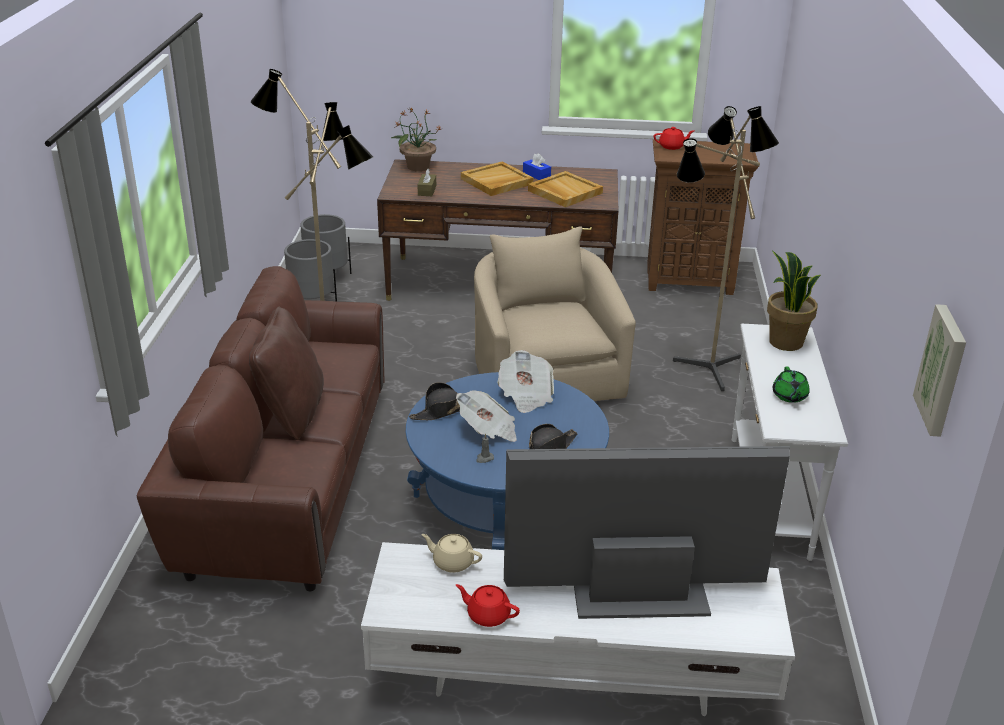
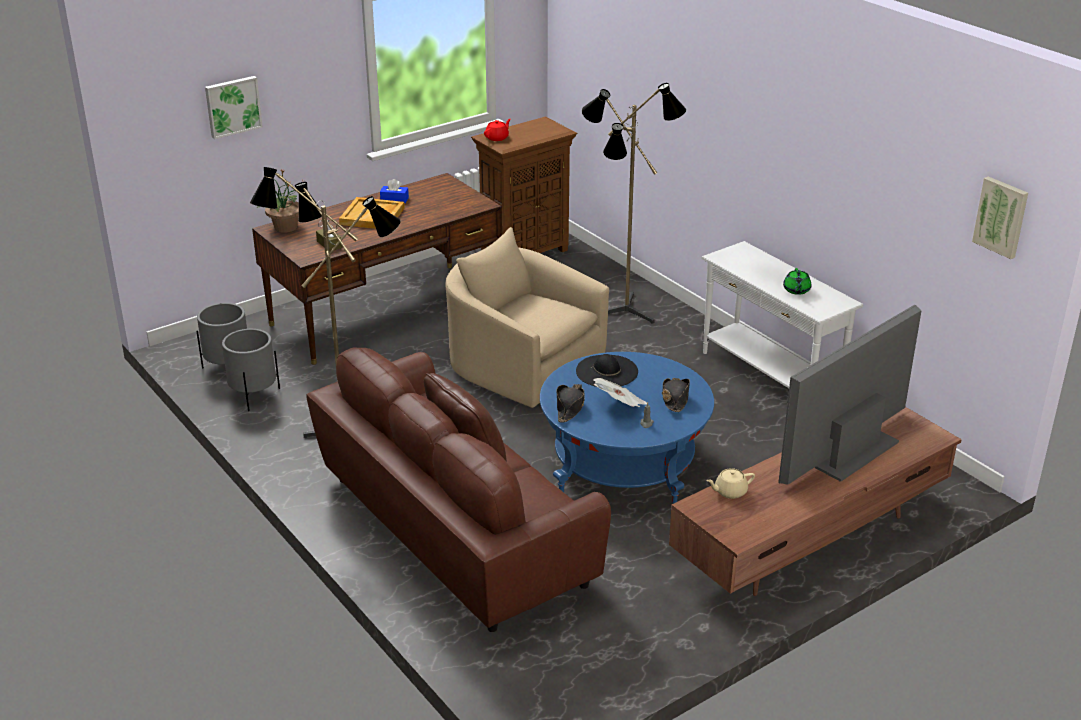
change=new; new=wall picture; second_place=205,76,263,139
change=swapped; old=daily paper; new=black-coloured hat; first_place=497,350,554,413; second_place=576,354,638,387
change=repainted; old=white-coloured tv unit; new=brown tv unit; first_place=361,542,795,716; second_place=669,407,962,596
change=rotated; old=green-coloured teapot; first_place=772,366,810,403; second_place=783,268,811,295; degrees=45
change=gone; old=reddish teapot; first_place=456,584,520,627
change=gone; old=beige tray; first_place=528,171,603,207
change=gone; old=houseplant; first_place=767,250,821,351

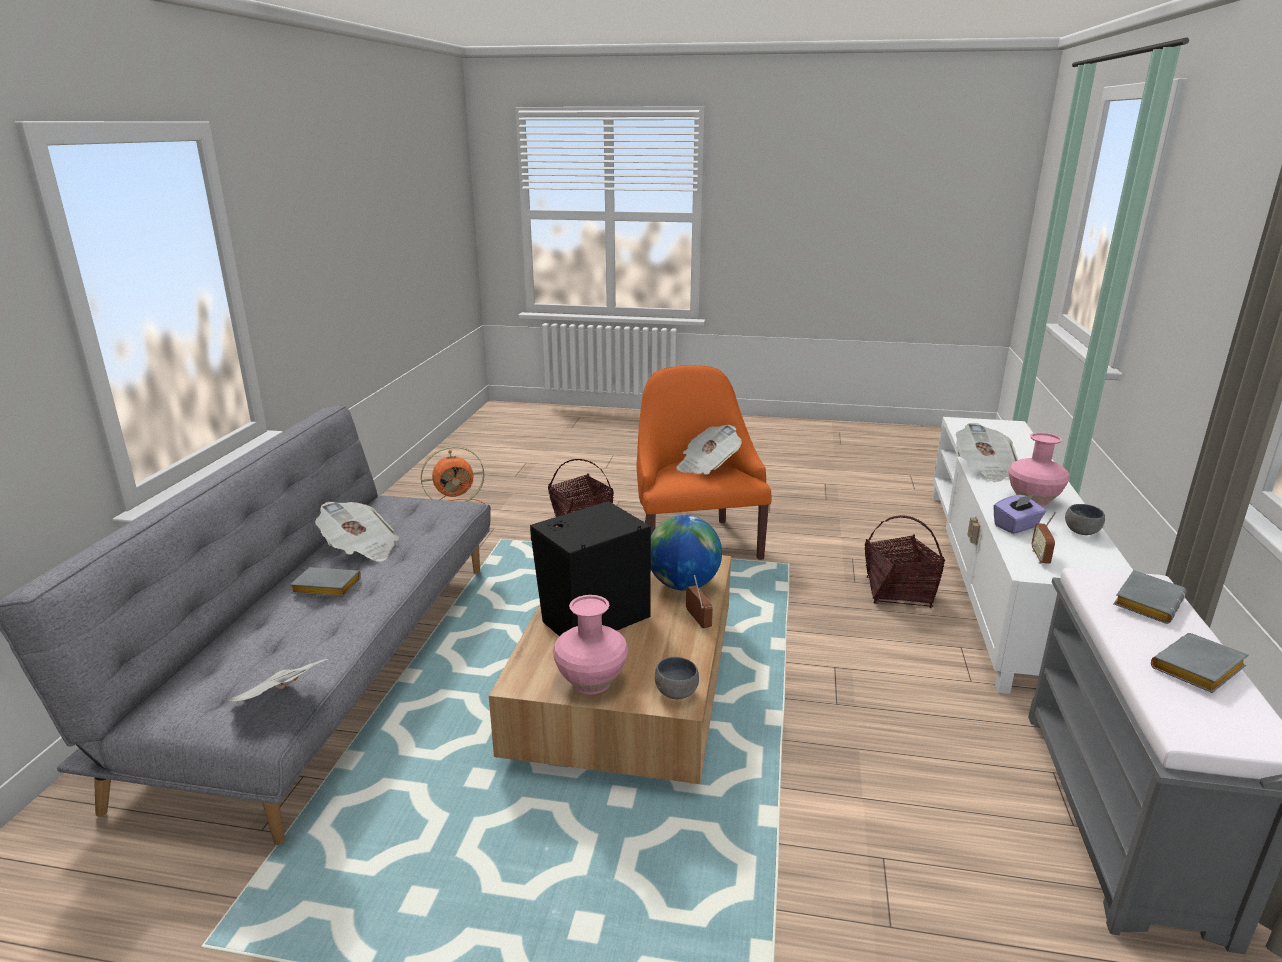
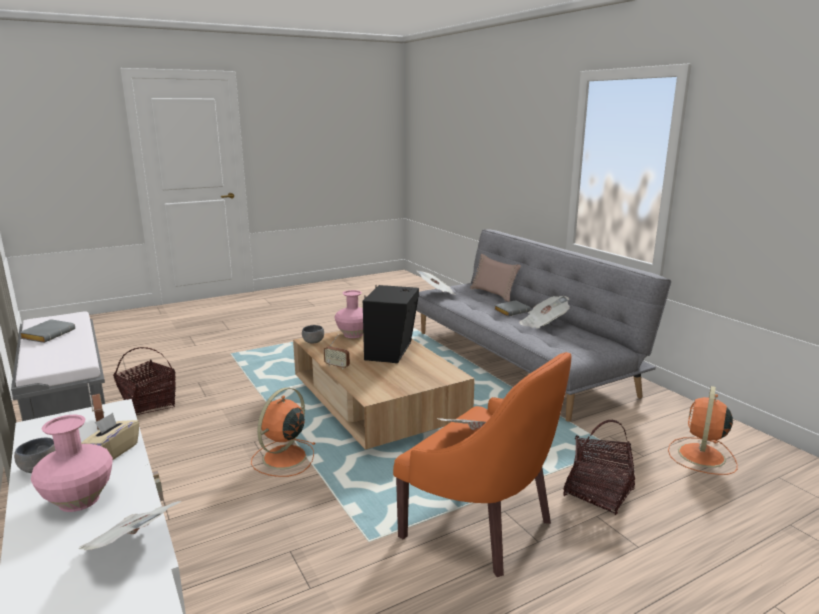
change=repainted; old=purplish box of tissues; new=beige box of tissues; first_place=994,494,1046,534; second_place=81,413,139,460
change=shifted; old=storage basket; first_place=865,515,945,608; second_place=113,347,176,415
change=new; new=orange electric fan; second_place=251,387,315,477
change=new; new=beige pillow; second_place=470,254,521,302
change=gone; old=desk globe; first_place=651,515,722,591
change=gone; old=grey volume; first_place=1113,570,1187,624

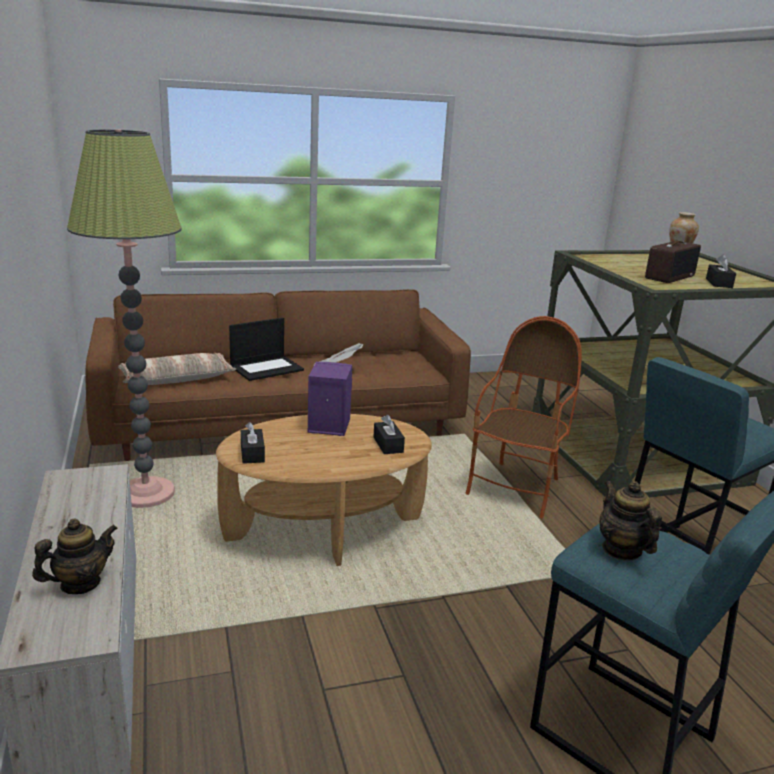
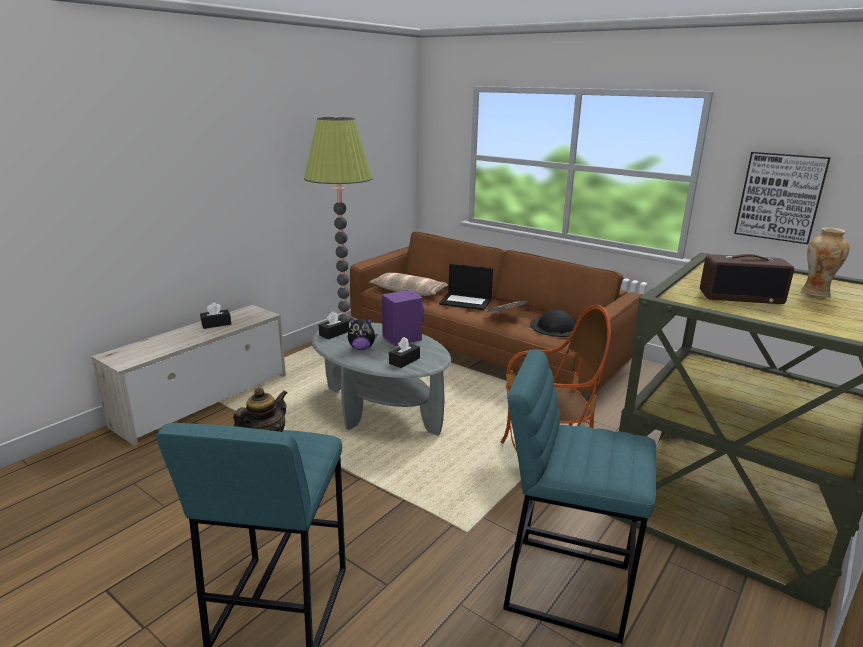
change=shifted; old=black-coloured box of tissues; first_place=706,254,736,288; second_place=200,302,231,329
change=repainted; old=brown lounge table; new=grey lounge table; first_place=216,414,432,566; second_place=312,322,451,436
change=new; new=soft toy; second_place=348,318,377,350
change=new; new=black-coloured hat; second_place=530,309,577,337
change=new; new=wall picture; second_place=734,151,831,244
change=gone; old=teapot; first_place=32,519,118,594

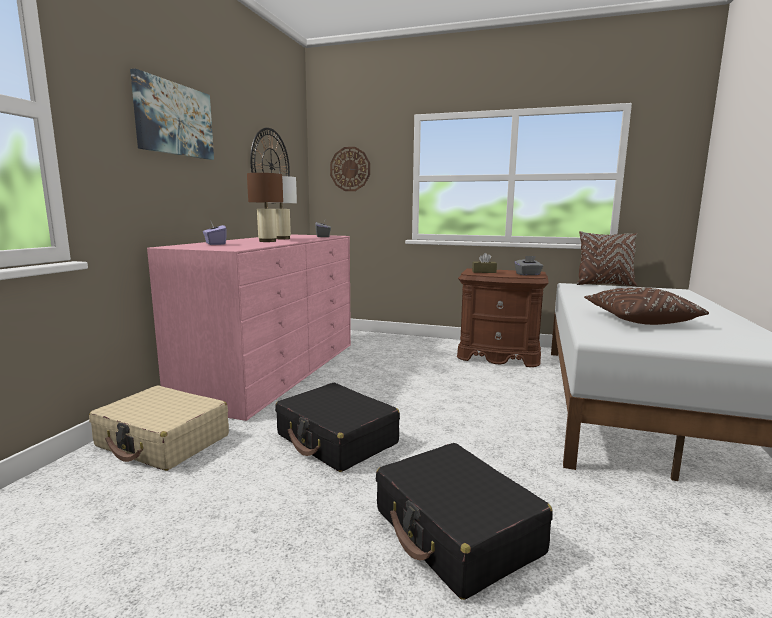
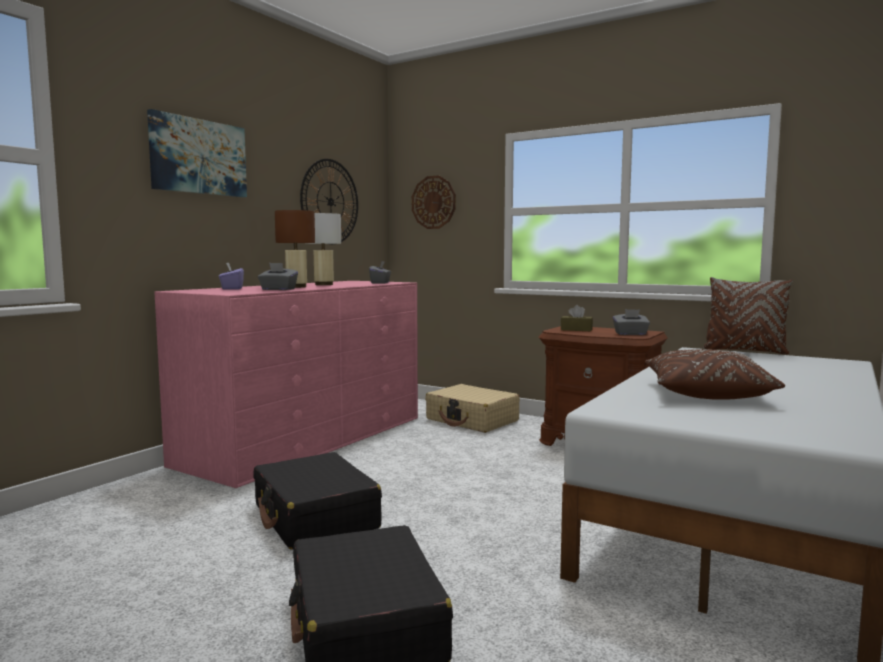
change=new; new=grey box of tissues; second_place=258,263,298,290
change=shifted; old=beige suitcase; first_place=89,385,229,471; second_place=425,384,520,433

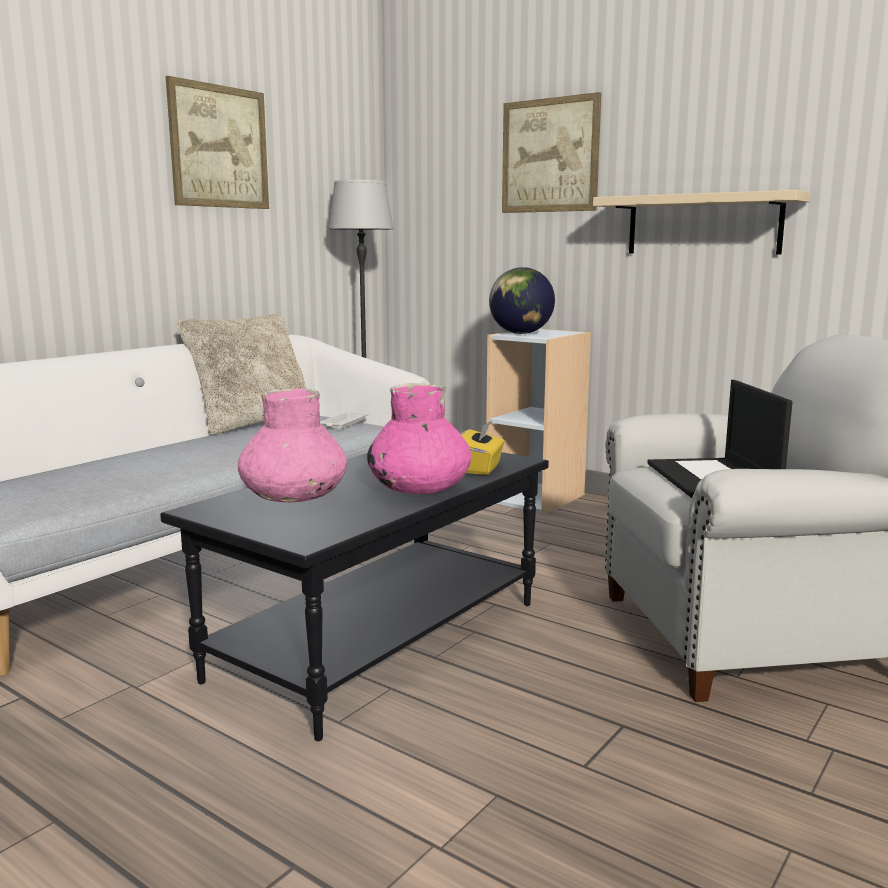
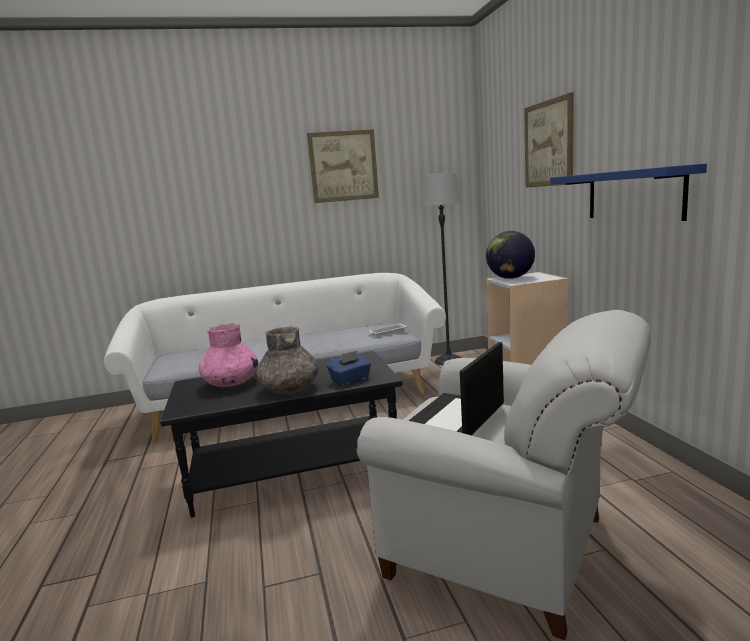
change=repainted; old=pinkish flower vase; new=grey flower vase; first_place=367,383,471,494; second_place=257,325,318,394
change=repainted; old=yellow box of tissues; new=blue box of tissues; first_place=461,421,505,475; second_place=326,351,371,386
change=repainted; old=beige wall shelf; new=blue wall shelf; first_place=593,190,811,254; second_place=550,164,707,221
change=gone; old=beige pillow; first_place=176,314,307,435

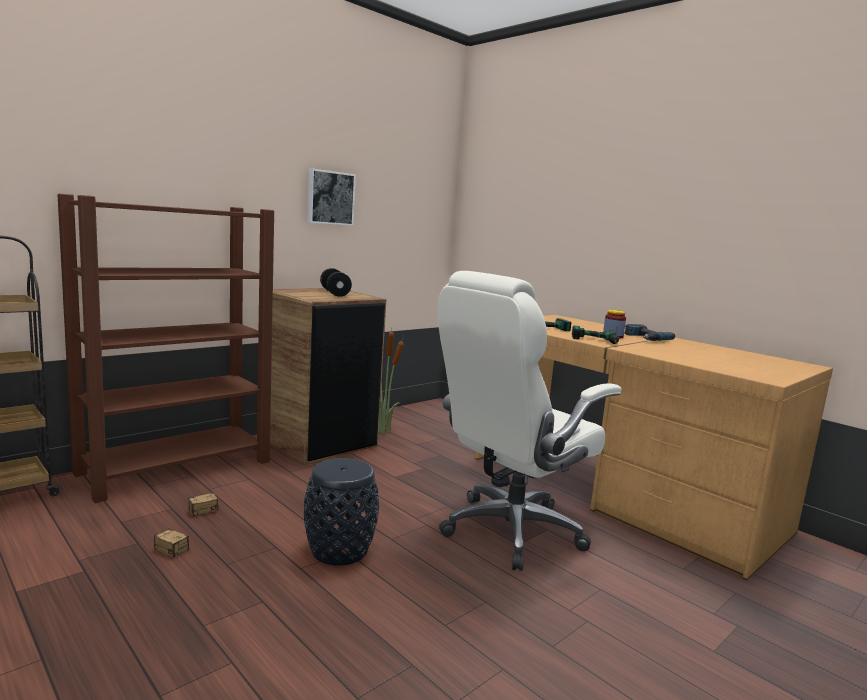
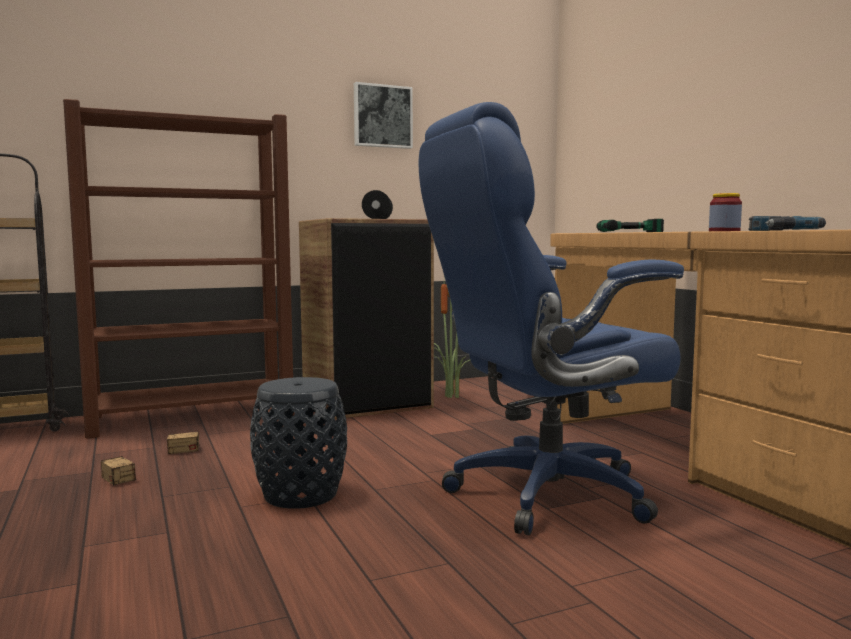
change=repainted; old=white-coloured desk chair; new=blue desk chair; first_place=438,271,621,571; second_place=419,102,684,535
change=gone; old=electric drill; first_place=572,326,619,344

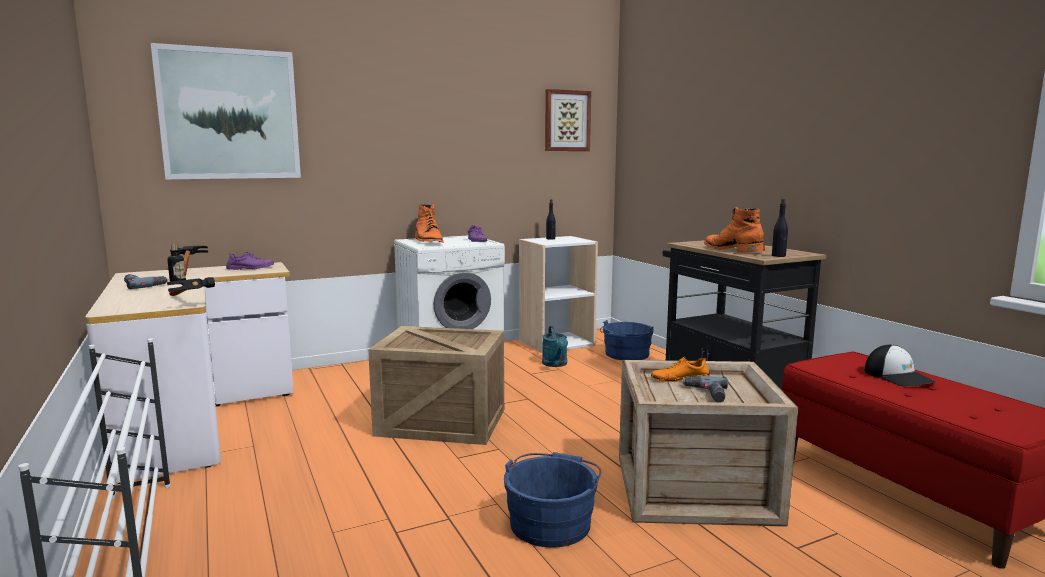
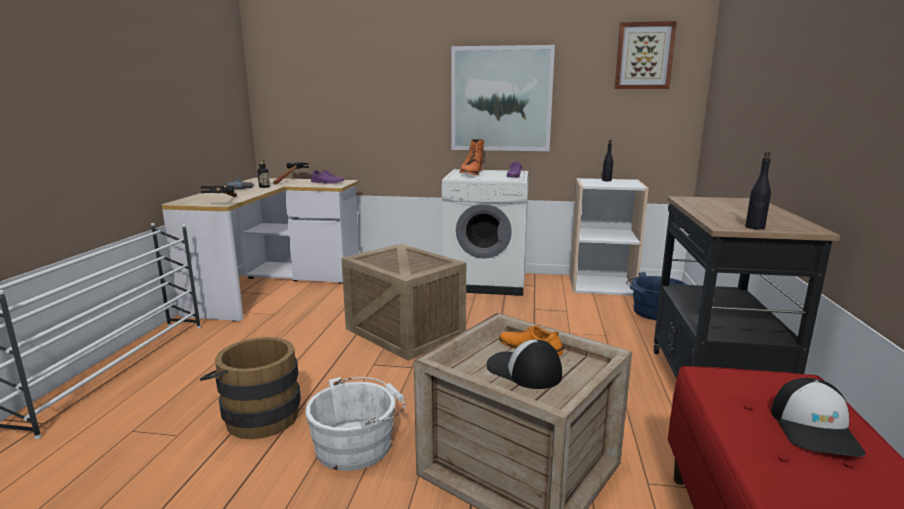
change=new; new=brown bucket; second_place=200,337,301,439
change=repainted; old=blue bucket; new=white-coloured bucket; first_place=504,452,601,548; second_place=305,377,405,471
change=shifted; old=wall picture; first_place=151,43,301,179; second_place=451,45,555,151
change=swapped; old=electric drill; new=peaked cap; first_place=682,376,728,403; second_place=486,339,562,389
change=gone; old=blue-green watering can; first_place=542,326,568,367
change=gone; old=orange high-top boot; first_place=704,207,765,253

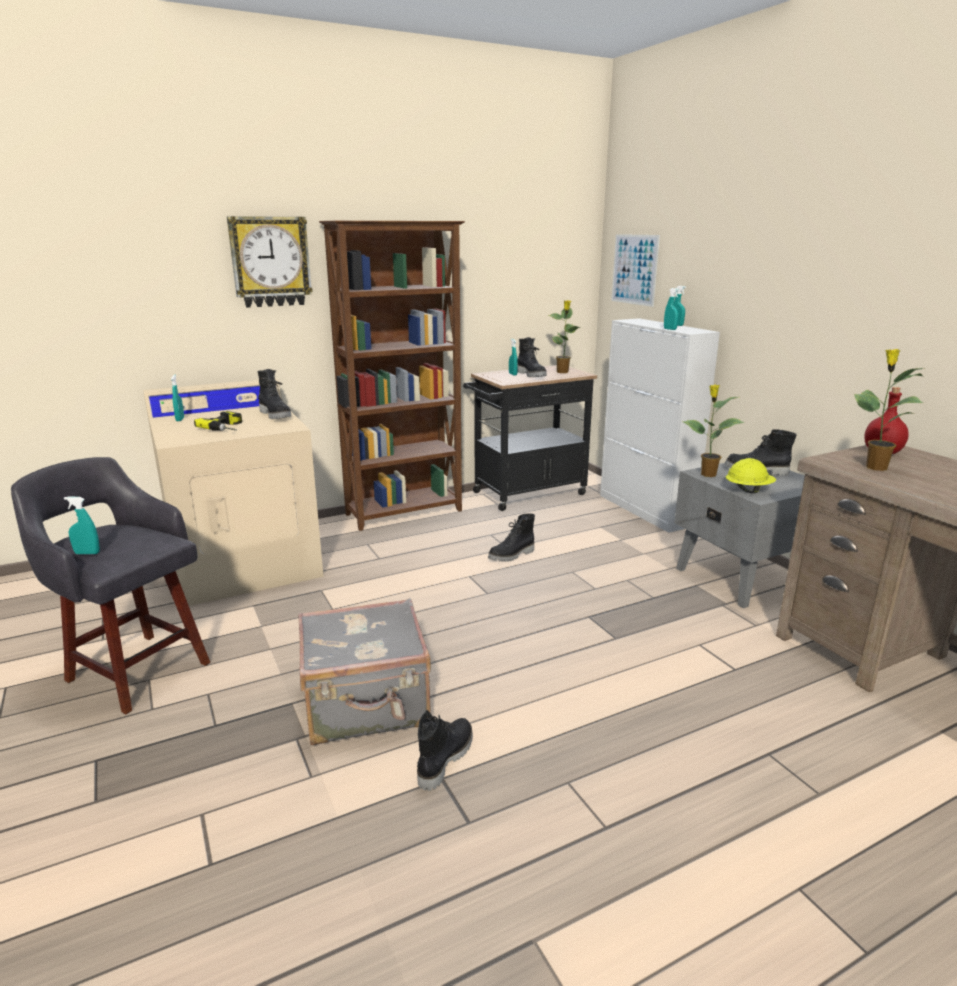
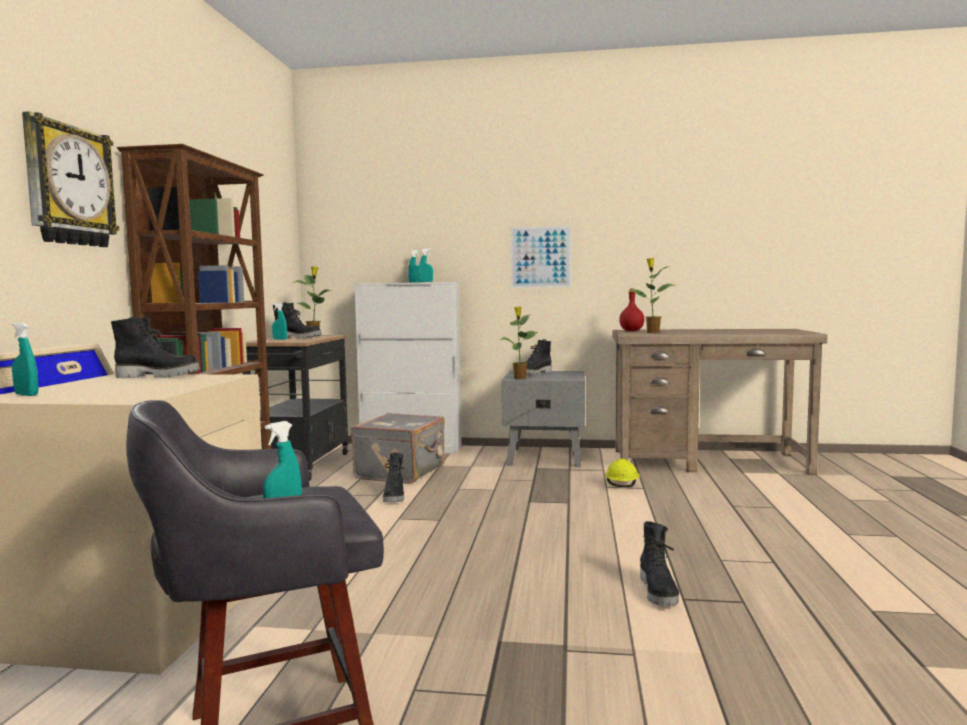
change=shifted; old=grey suitcase; first_place=298,598,431,745; second_place=351,413,445,484
change=shifted; old=wall picture; first_place=611,234,660,307; second_place=510,226,571,288
change=shifted; old=yellow work helmet; first_place=726,458,776,493; second_place=605,459,640,487
change=rotated; old=black-coloured high-top boot; first_place=417,710,473,791; second_place=640,521,679,606; degrees=-150
change=gone; old=electric drill; first_place=194,411,242,431

